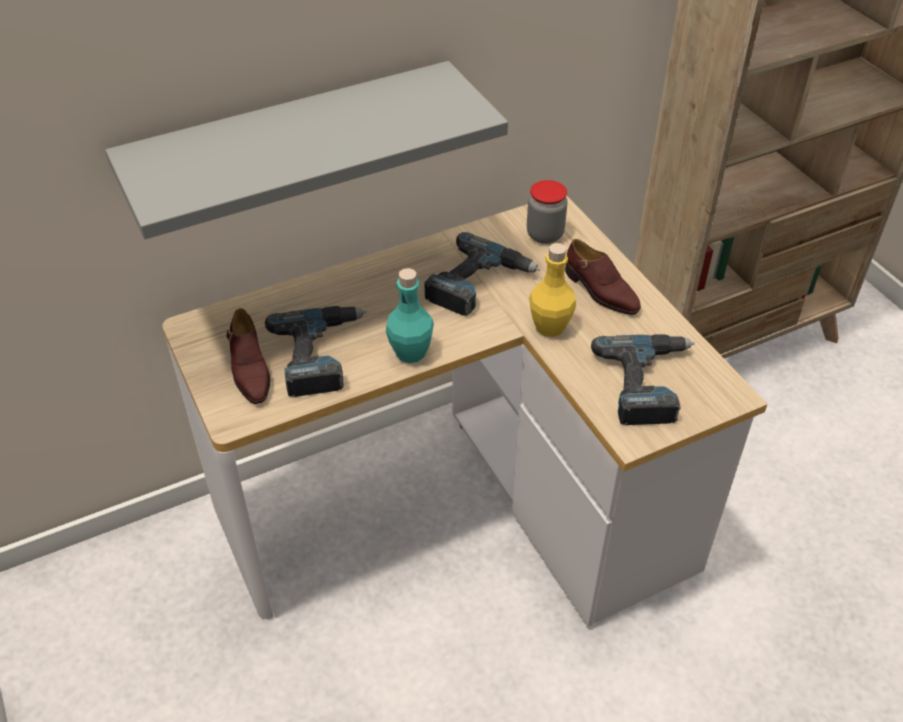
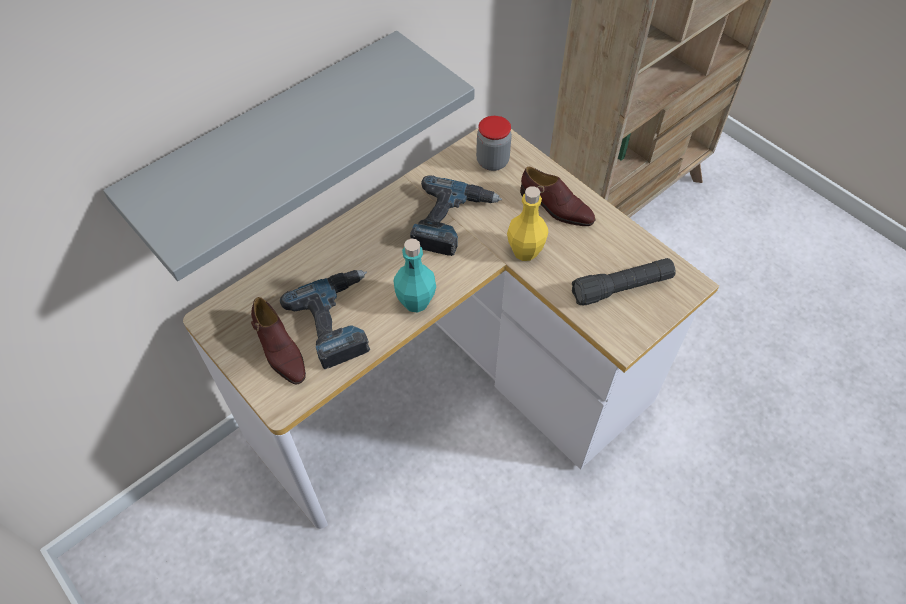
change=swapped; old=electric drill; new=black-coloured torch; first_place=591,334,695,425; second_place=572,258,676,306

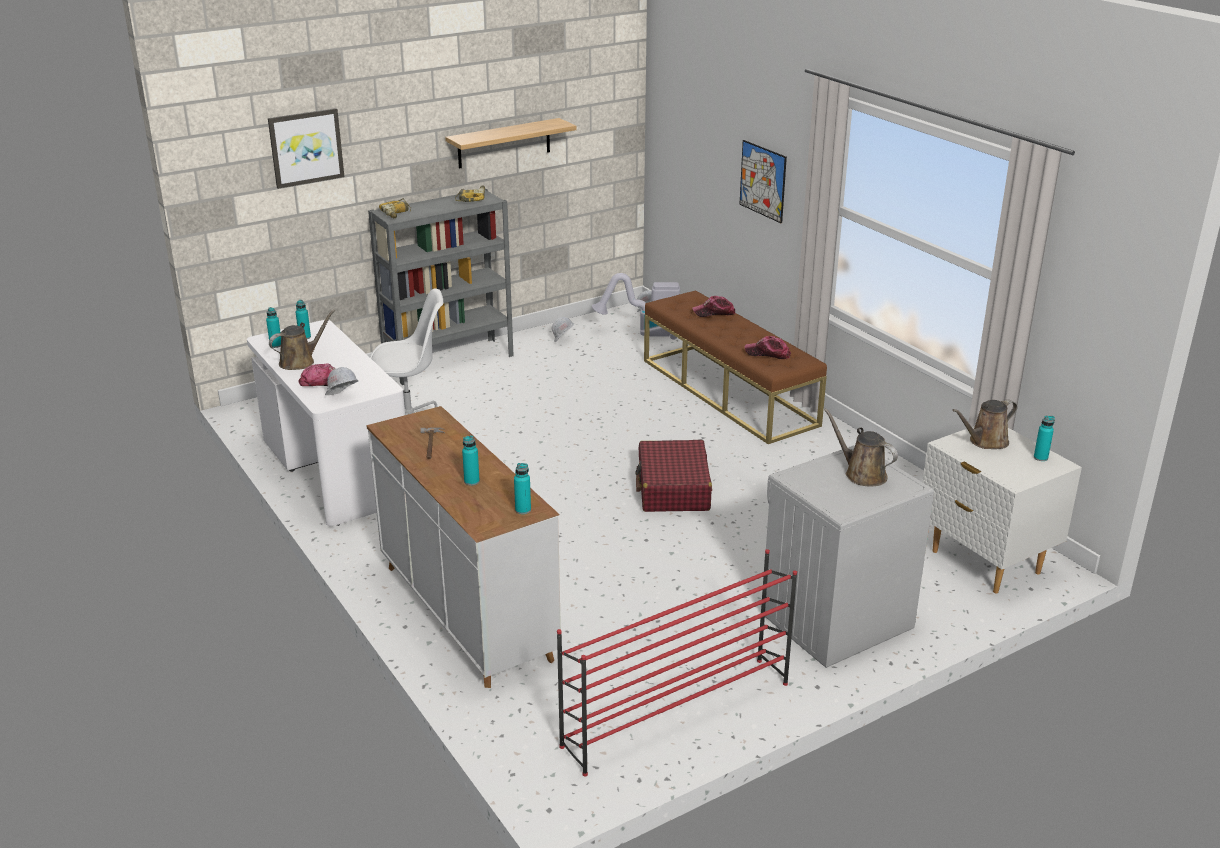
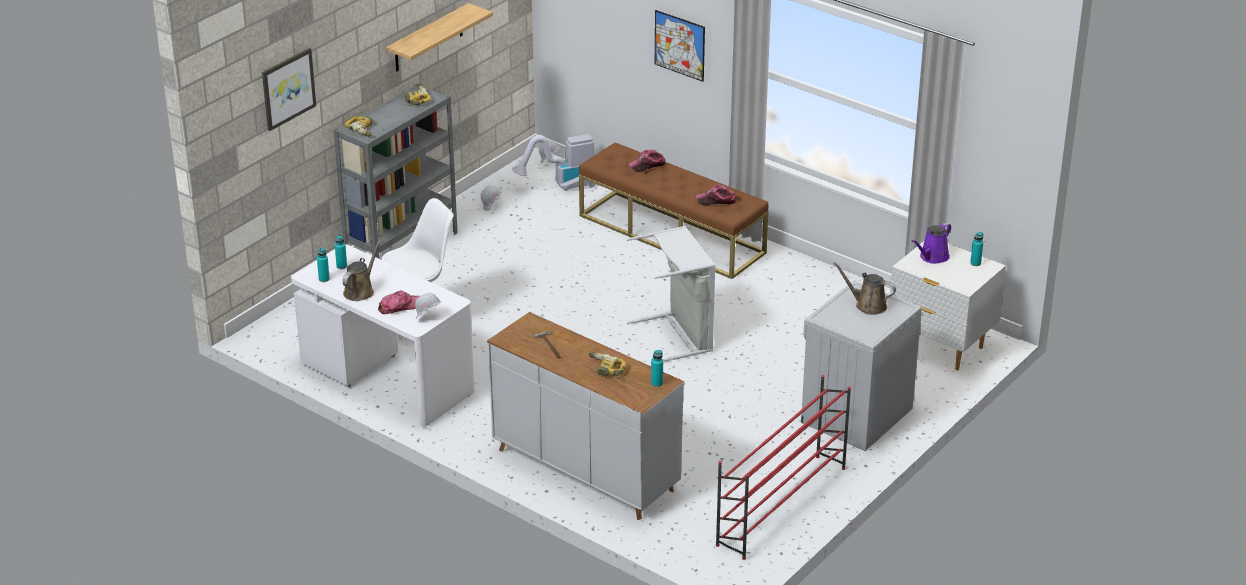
change=swapped; old=blue-green drink bottle; new=electric drill; first_place=462,435,480,486; second_place=586,351,626,379
change=swapped; old=reddish suitcase; new=grey hamper; first_place=635,440,712,512; second_place=627,226,715,362
change=repainted; old=brown watering can; new=purplish watering can; first_place=952,400,1018,449; second_place=912,223,951,264

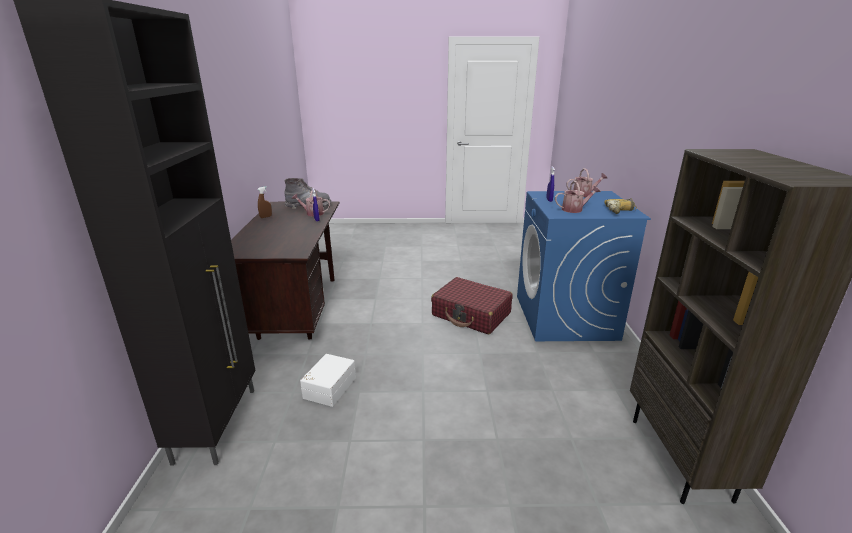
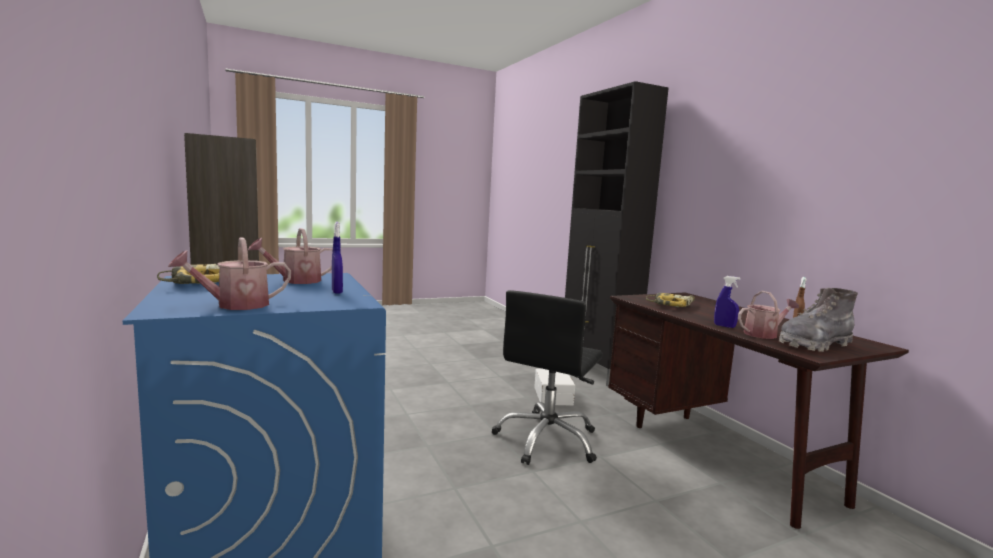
change=new; new=black-coloured desk chair; second_place=492,290,603,465
change=new; new=electric drill; second_place=646,293,695,307
change=gone; old=reddish suitcase; first_place=431,277,513,334

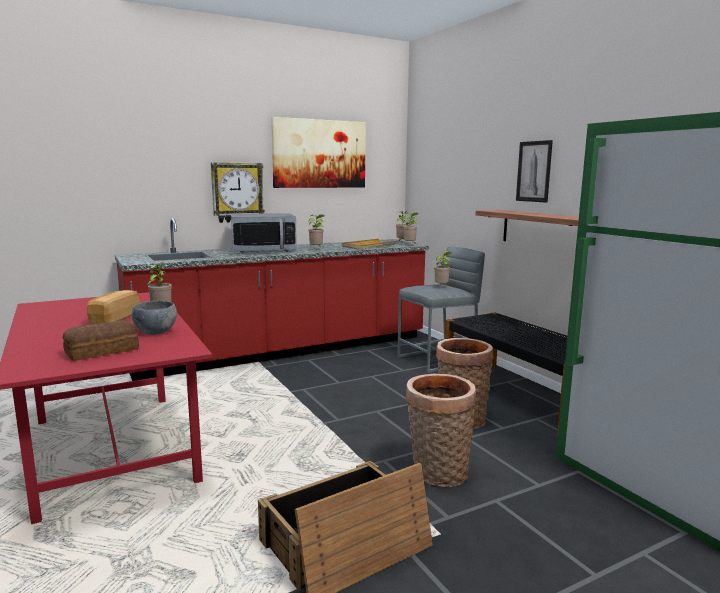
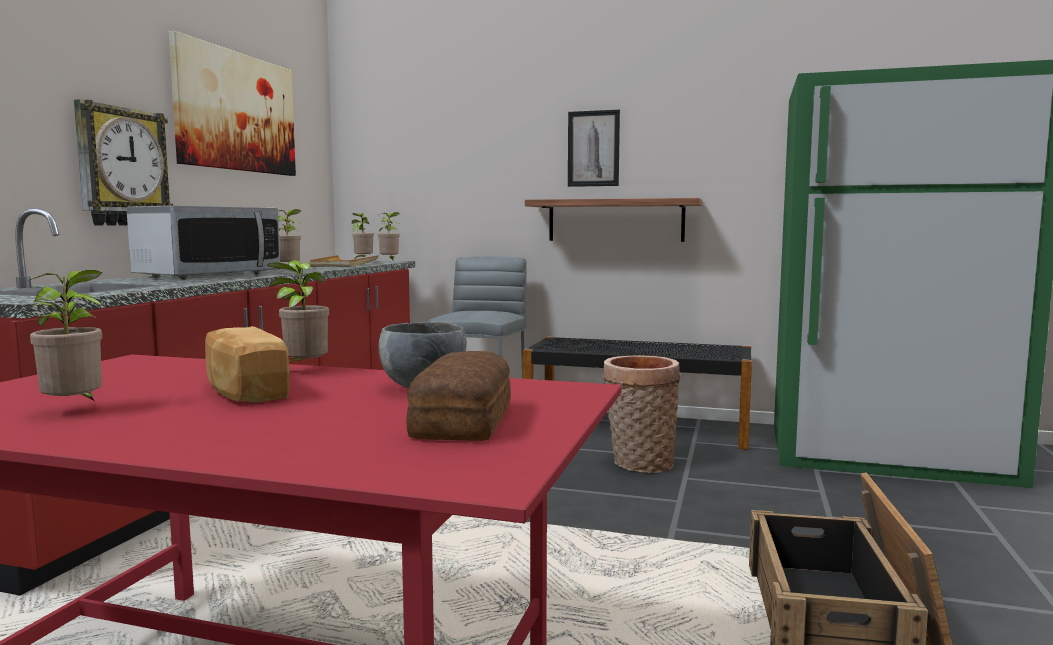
change=shifted; old=houseplant; first_place=434,251,452,286; second_place=27,270,102,401
change=gone; old=storage basket; first_place=406,374,477,487

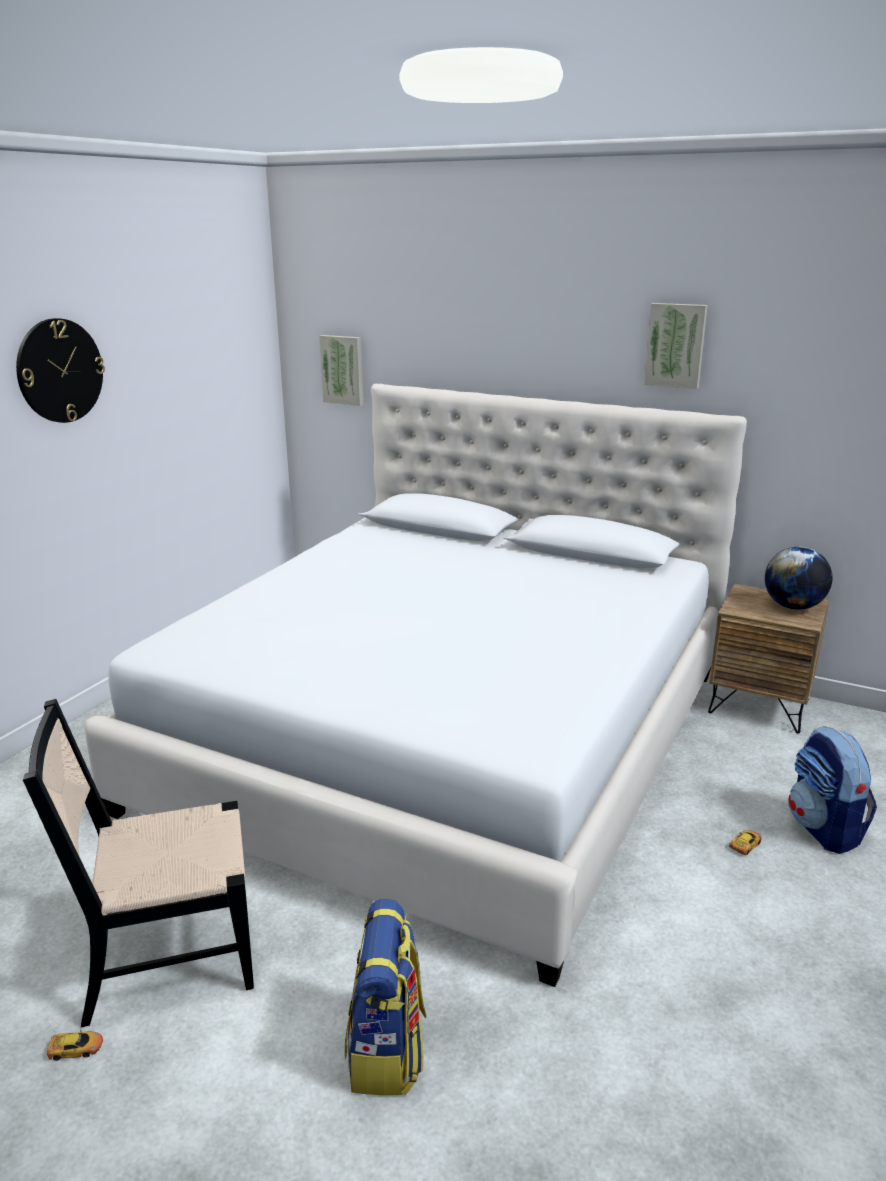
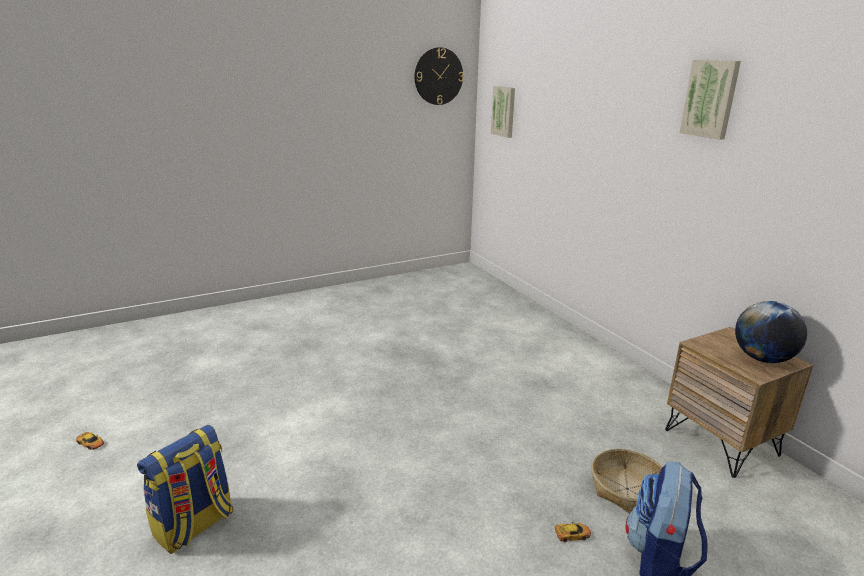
change=shifted; old=clock on the wall; first_place=16,318,105,423; second_place=415,47,464,105
change=new; new=storage basket; second_place=591,449,662,514
change=gone; old=upright chair; first_place=23,699,254,1027
change=gone; old=white-coloured sleeping bed; first_place=84,384,747,987

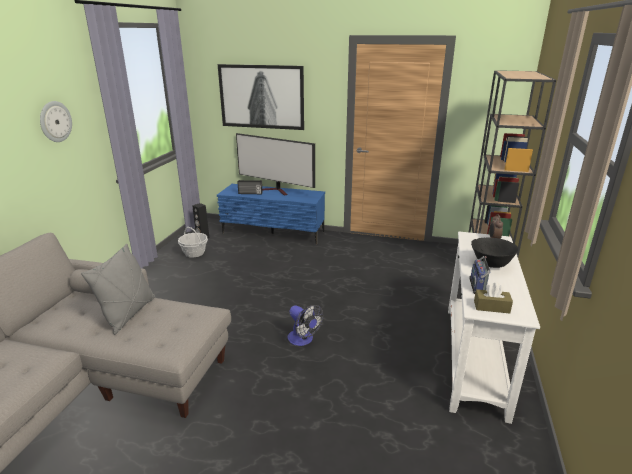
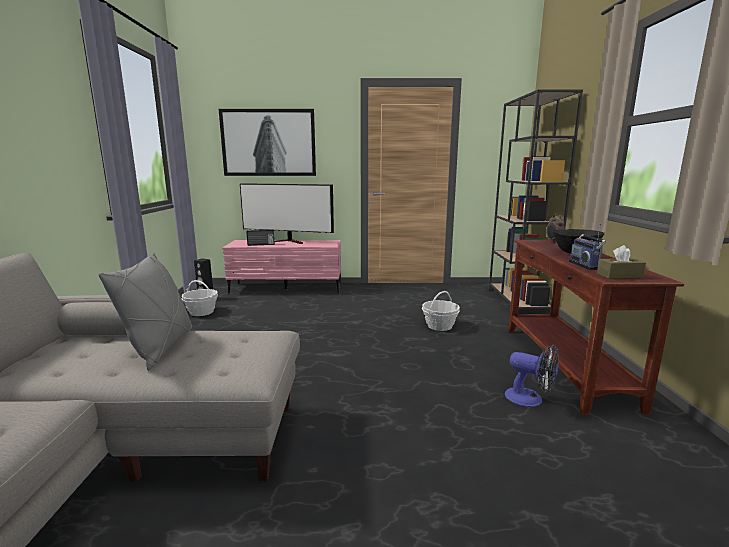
change=repainted; old=blue tv unit; new=pinkish tv unit; first_place=217,184,325,244; second_place=222,240,341,294
change=new; new=storage basket; second_place=422,291,460,331
change=shifted; old=electric fan; first_place=288,305,323,346; second_place=505,344,559,407
change=repainted; old=white-coloured console table; new=brown console table; first_place=448,231,540,424; second_place=508,240,684,415
change=gone; old=clock on the wall; first_place=40,101,72,142

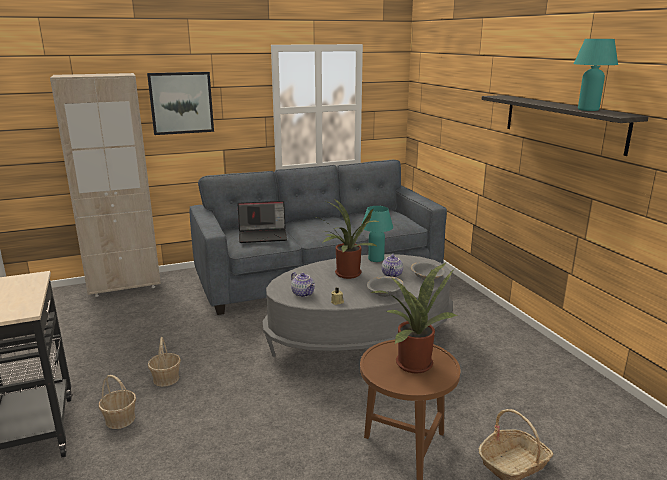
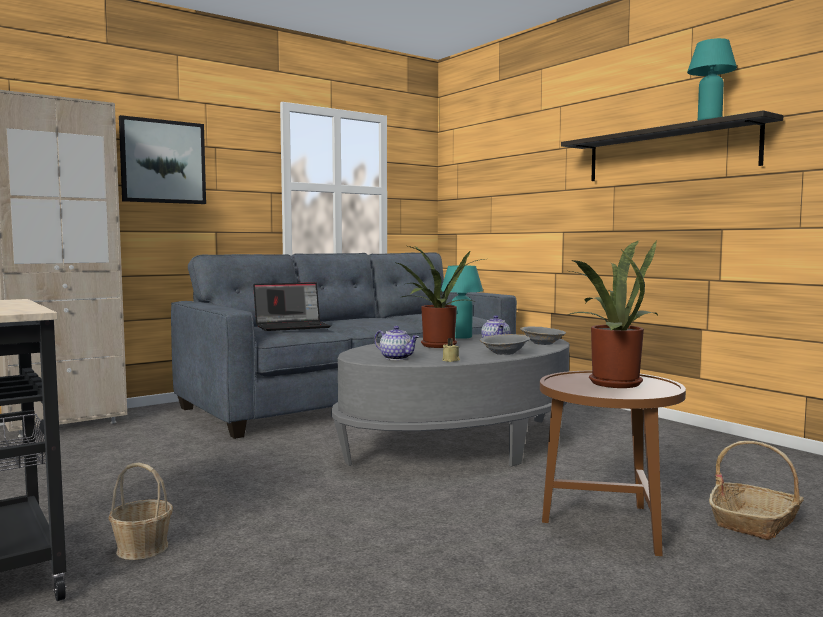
change=gone; old=storage basket; first_place=148,337,181,387

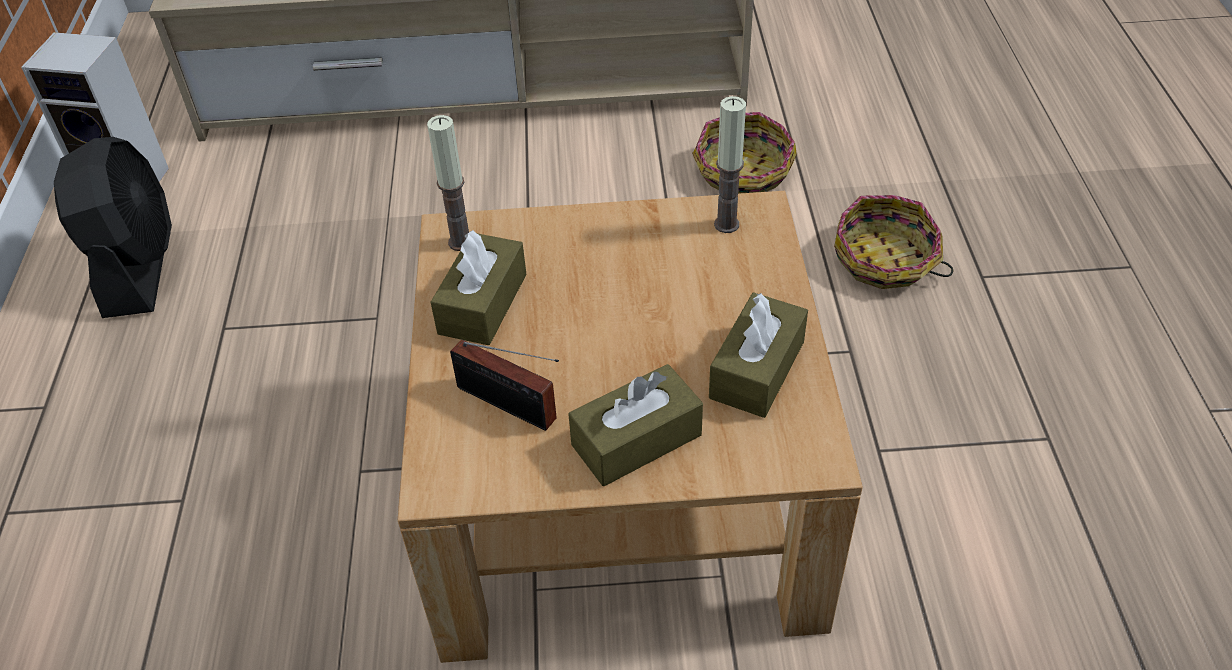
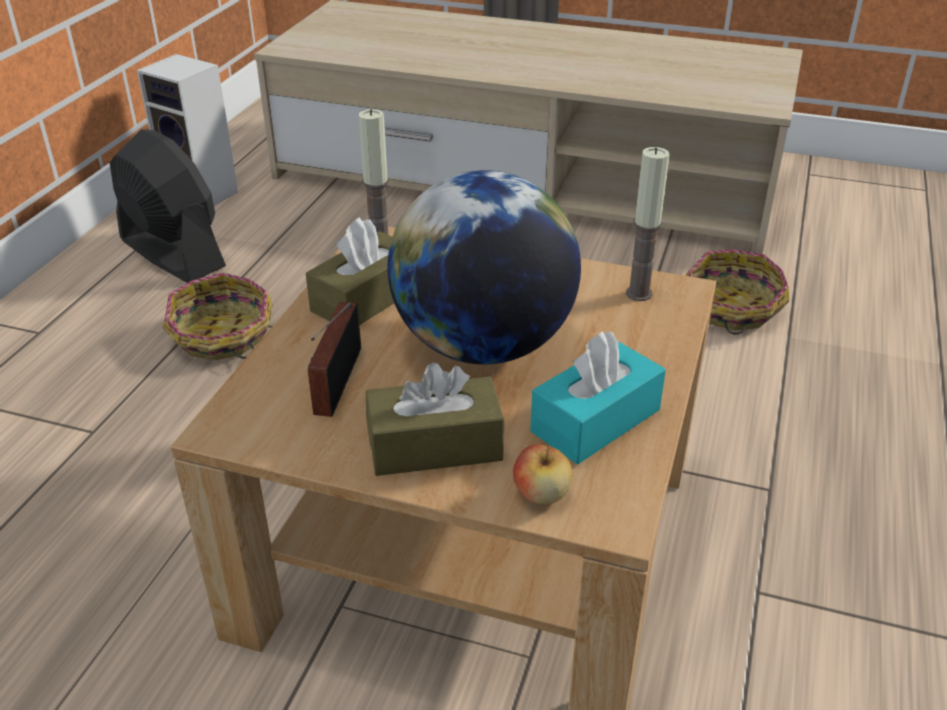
change=rotated; old=black-coloured electric fan; first_place=54,137,172,318; second_place=110,129,226,283; degrees=-60
change=shifted; old=storage basket; first_place=834,195,953,289; second_place=163,273,273,360
change=rotated; old=radio set; first_place=450,340,559,431; second_place=308,302,361,417; degrees=45
change=new; new=desk globe; second_place=387,170,581,365
change=new; new=apple fruit; second_place=513,444,573,504
change=repainted; old=brown box of tissues; new=blue-green box of tissues; first_place=709,292,808,418; second_place=530,331,666,464

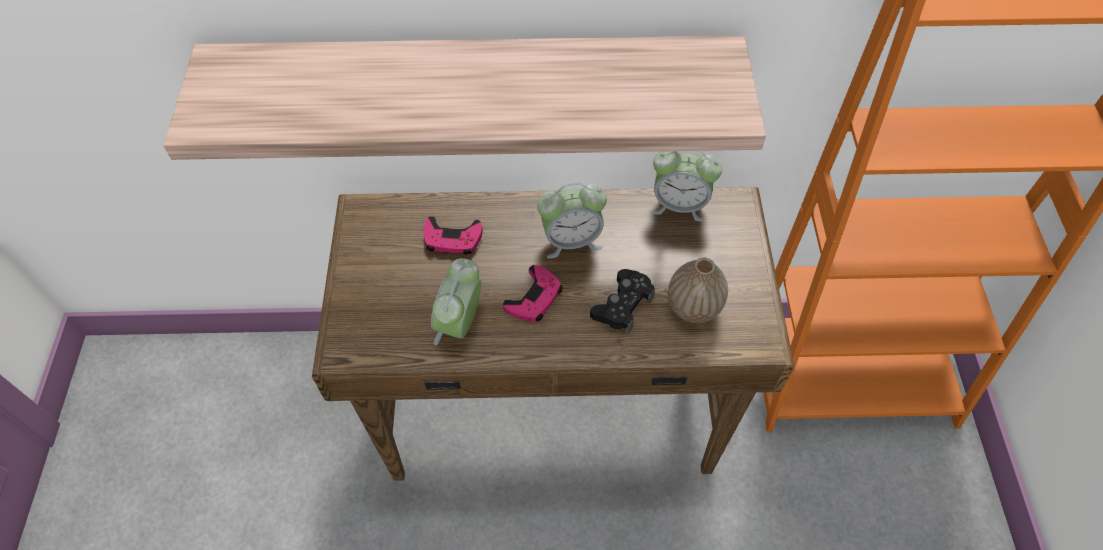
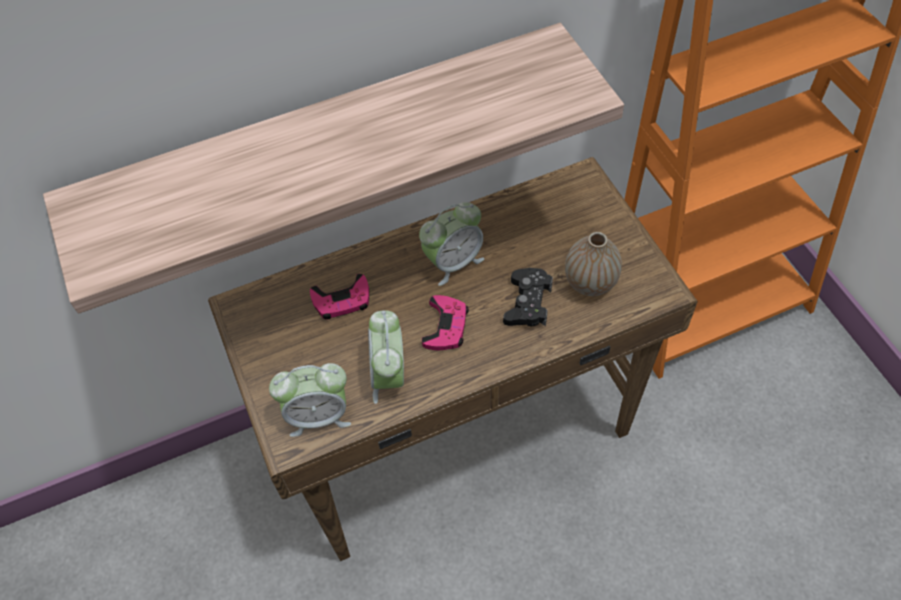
change=shifted; old=table clock; first_place=650,151,722,222; second_place=269,363,351,437

